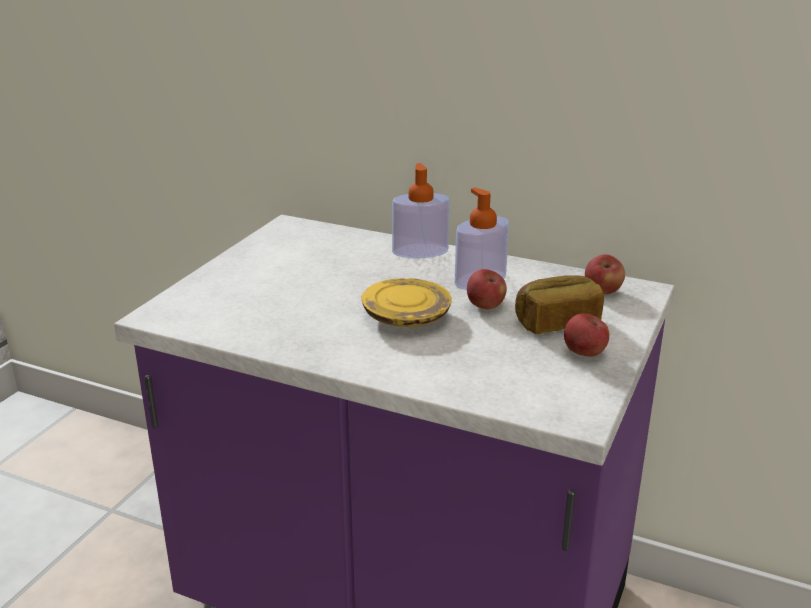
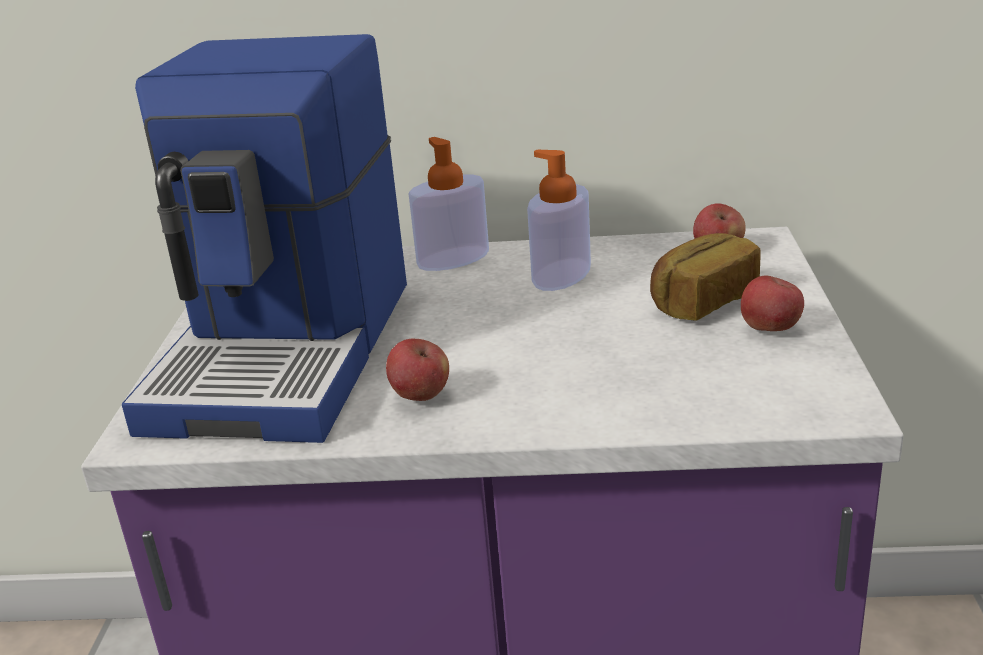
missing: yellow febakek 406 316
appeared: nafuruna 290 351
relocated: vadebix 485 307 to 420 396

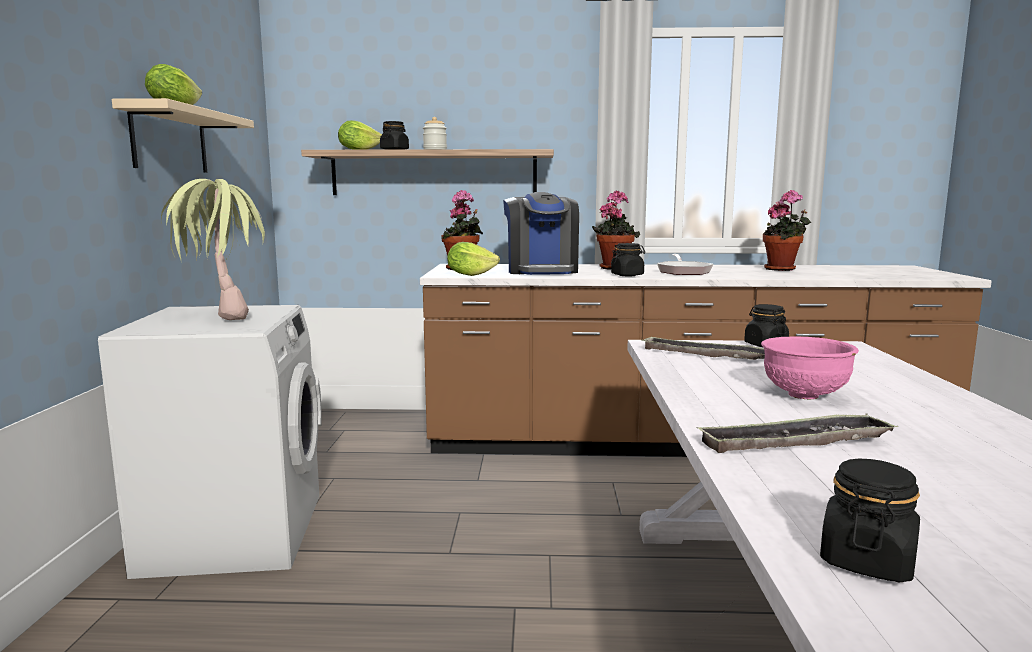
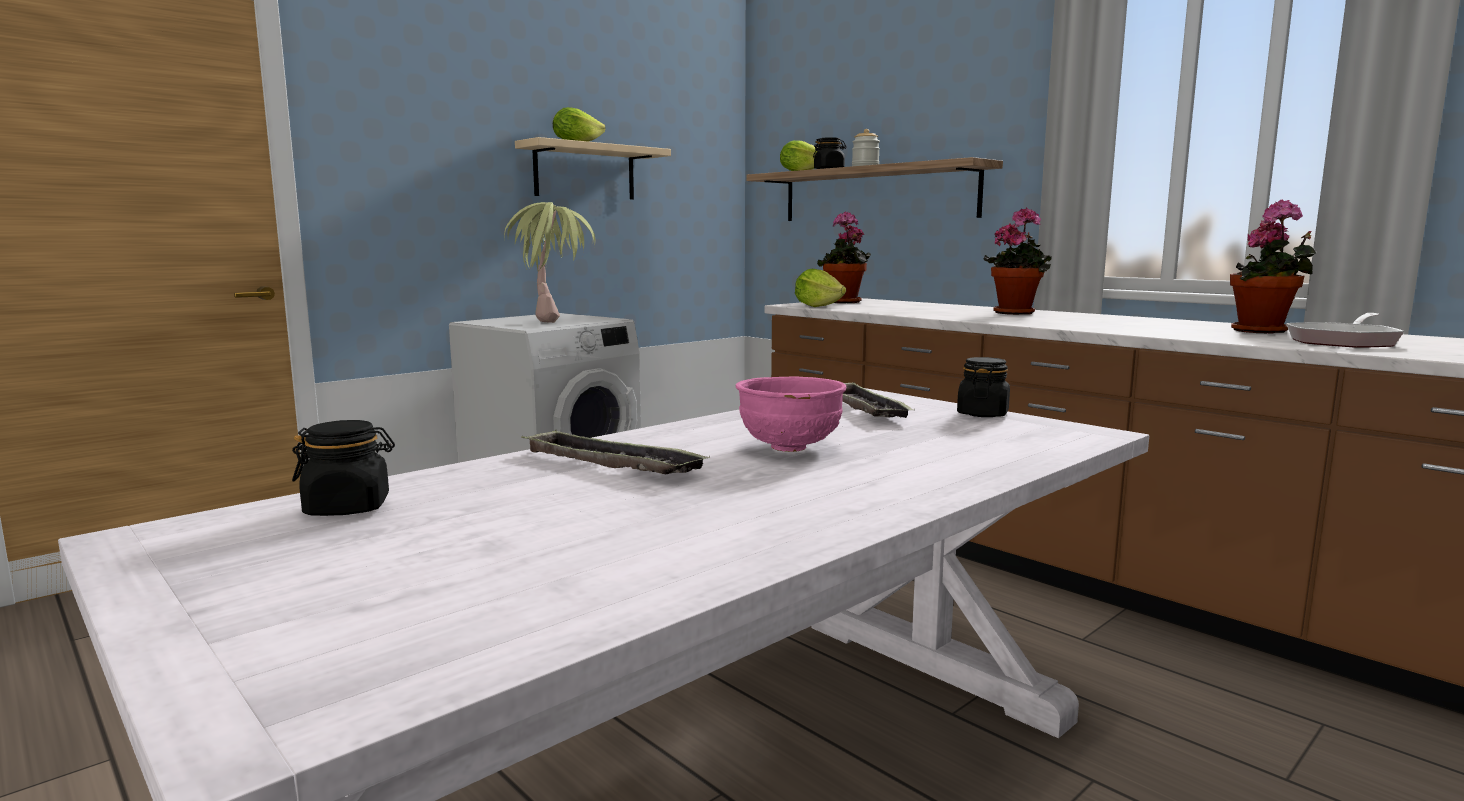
missing: nafuruna 541 271; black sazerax 627 275
relocated: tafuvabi 683 271 to 1343 341

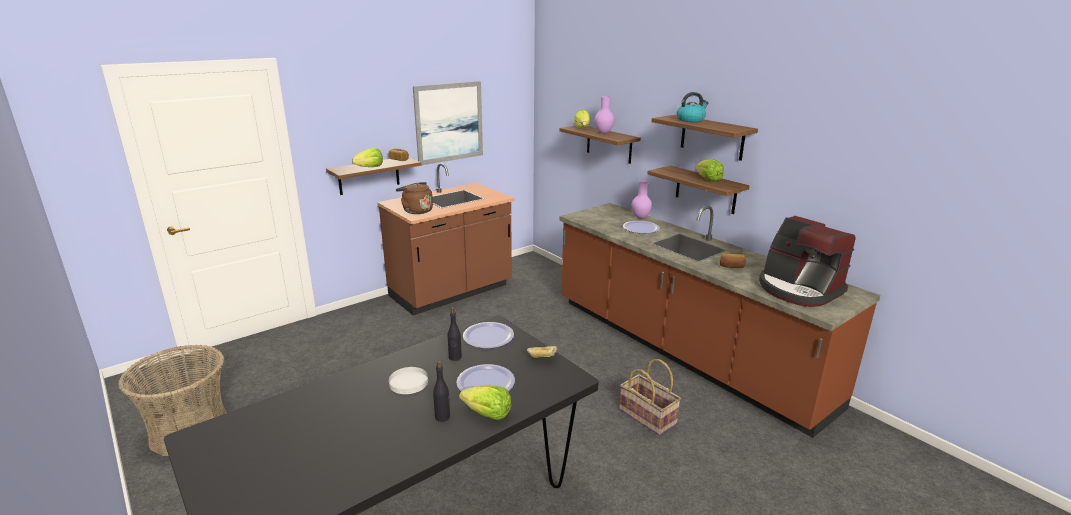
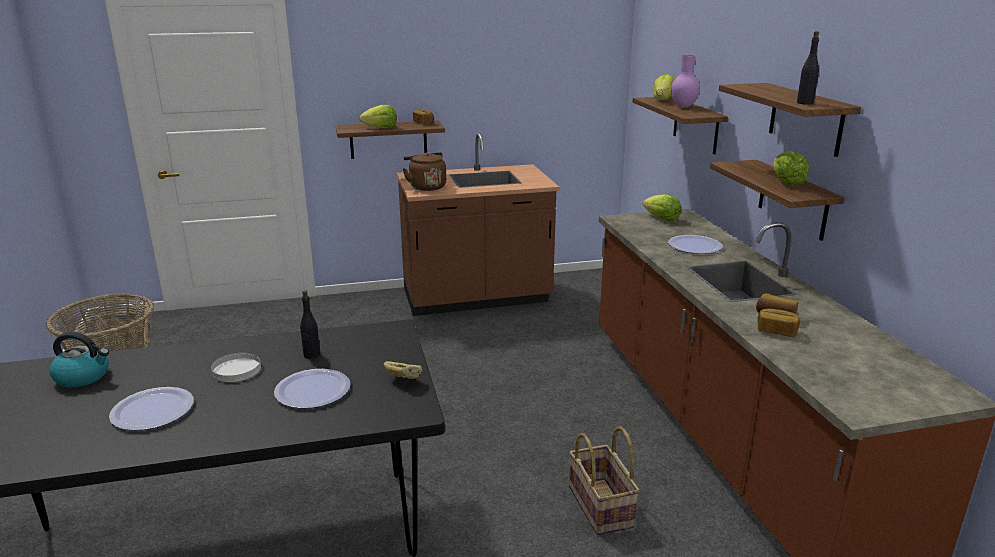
missing: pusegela 449 122; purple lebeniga 640 217; nafuruna 798 289
appeared: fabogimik 776 331
relocated: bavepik 690 120 to 83 377; febakek 488 336 to 153 410; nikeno 487 414 to 661 218; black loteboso 442 417 to 805 103

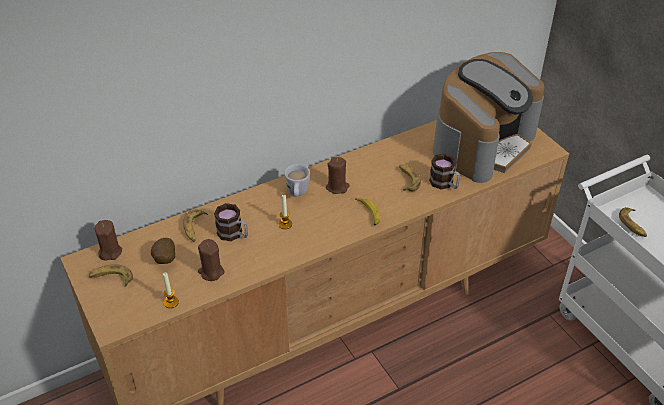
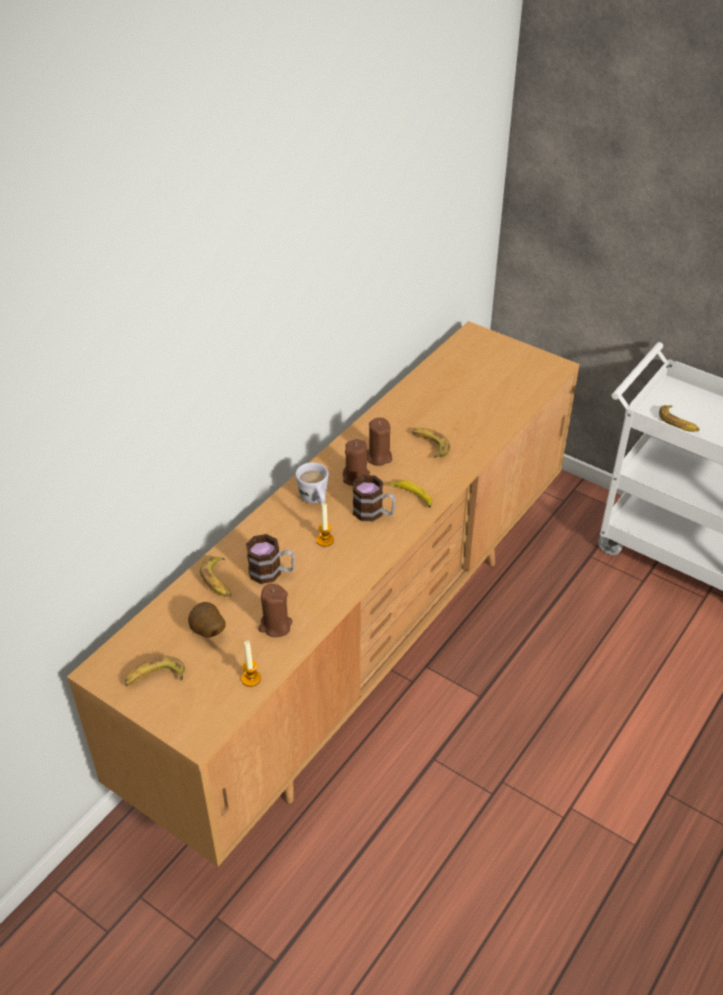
missing: nafuruna 482 143
relocated: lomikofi 444 184 to 374 513; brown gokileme 110 252 to 378 457

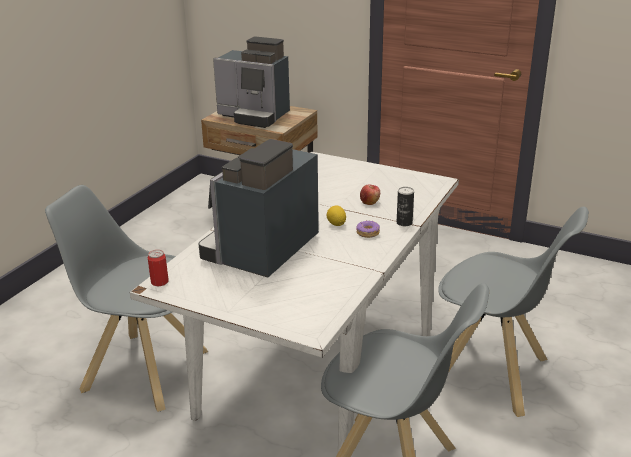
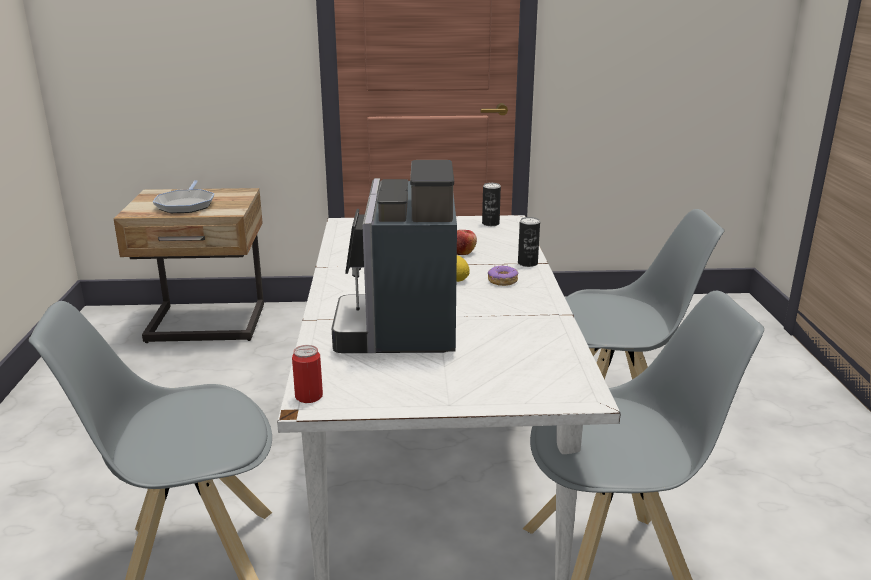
appeared: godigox 490 223
exchanged: nafuruna 254 116 to tafuvabi 186 204

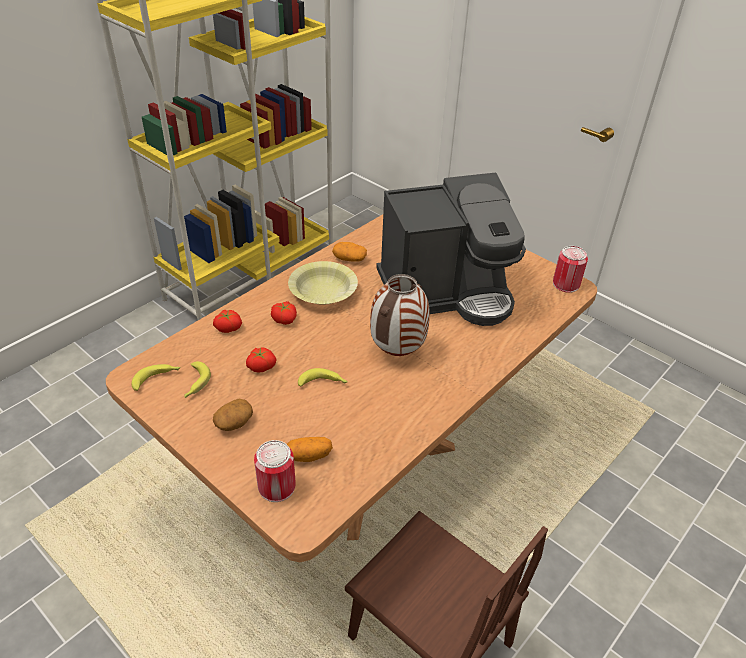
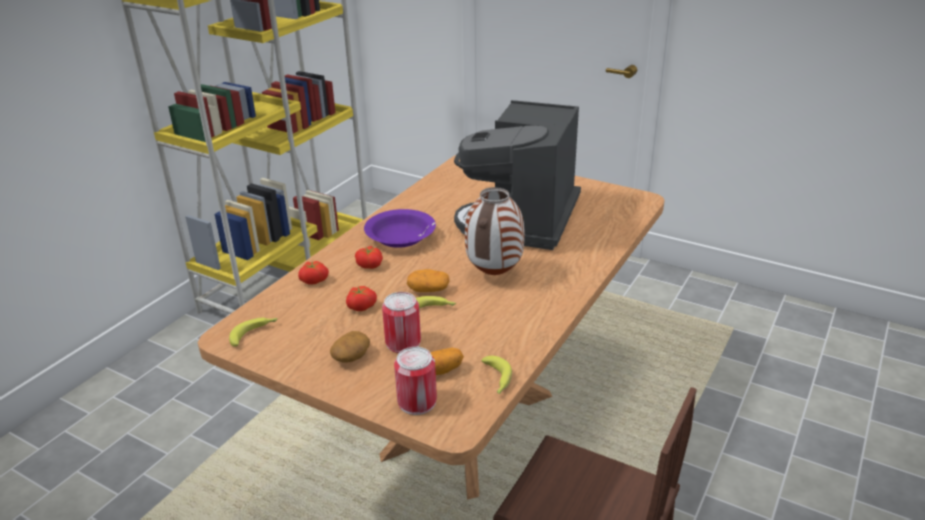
relocated: godigox 566 284 to 403 342; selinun 349 259 to 428 290; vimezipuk 195 384 to 496 380
colour: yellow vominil 323 292 to purple vominil 401 238
spun: nafuruna 447 292 = 523 220 135 degrees clockwise

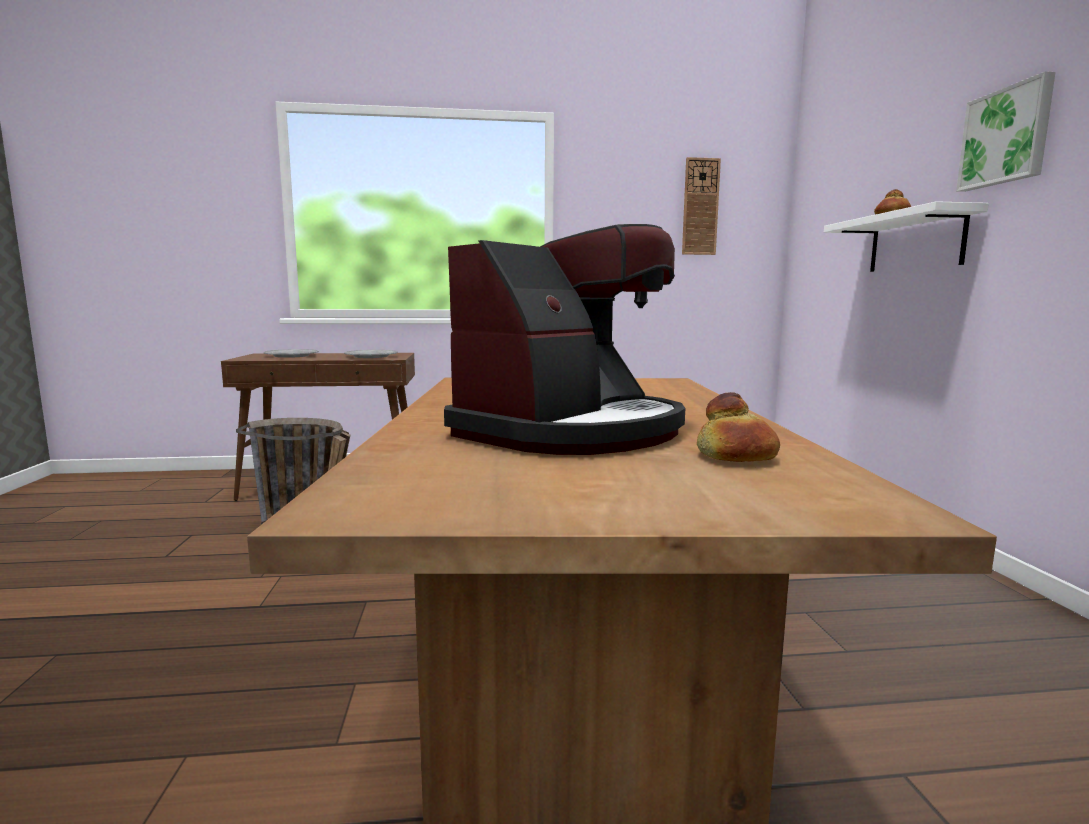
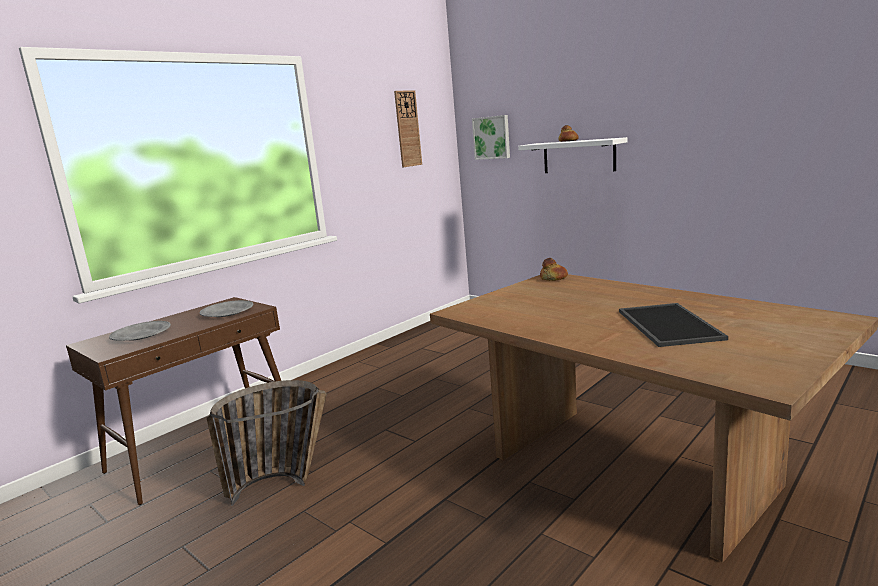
relocated: pusegela 1006 136 to 492 137; fabogimik 735 457 to 553 278
exchanged: nafuruna 571 431 to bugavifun 666 324

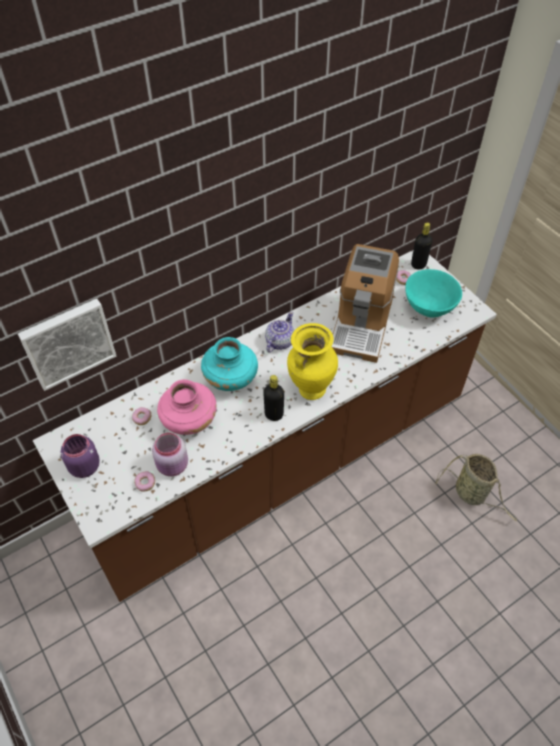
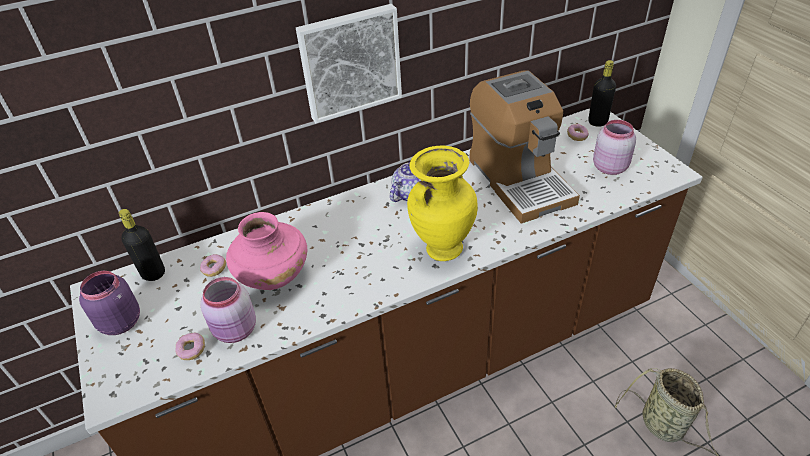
missing: turquoise lebeniga 231 379
relocated: black loteboso 274 414 to 153 273; pusegela 68 342 to 350 62
exchanged: turquoise vominil 428 308 to pink sazerax 609 167
spun: nafuruna 361 324 = 519 180 45 degrees counterclockwise

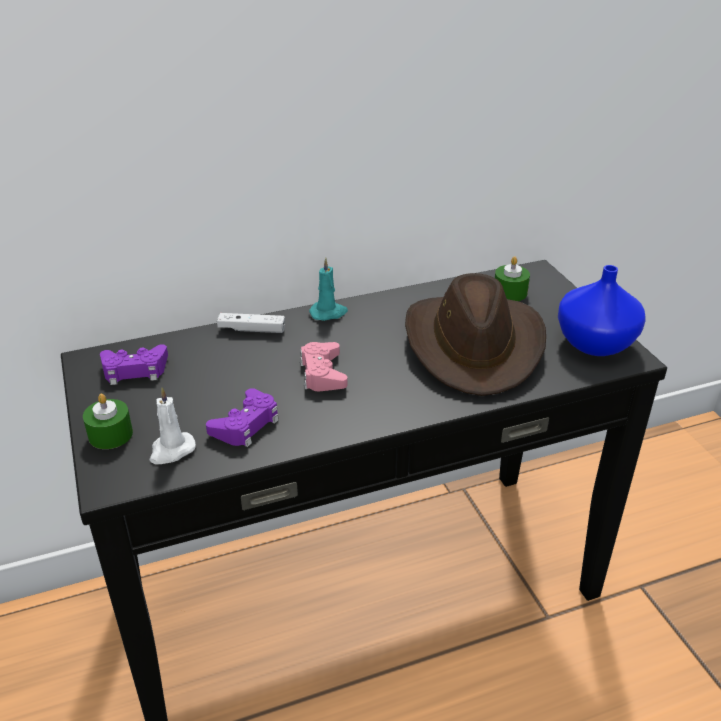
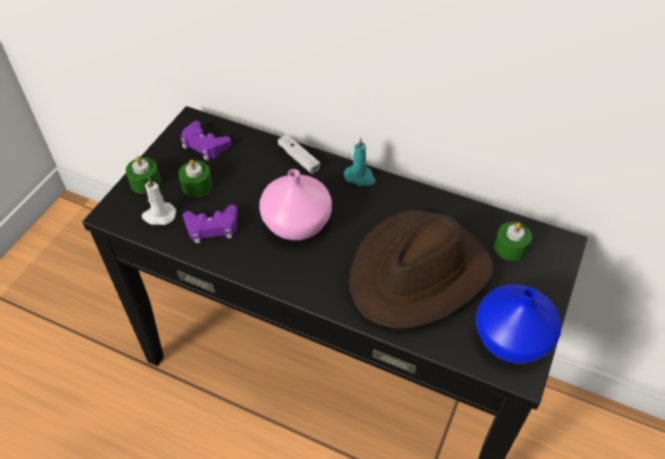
appeared: green gokileme 197 185
exchanged: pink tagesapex 322 373 to pink lebeniga 296 222

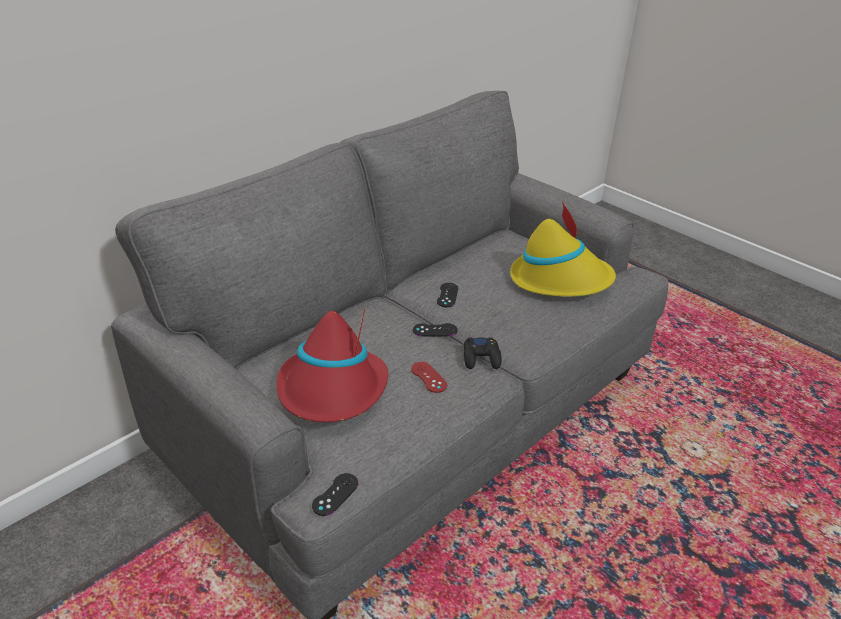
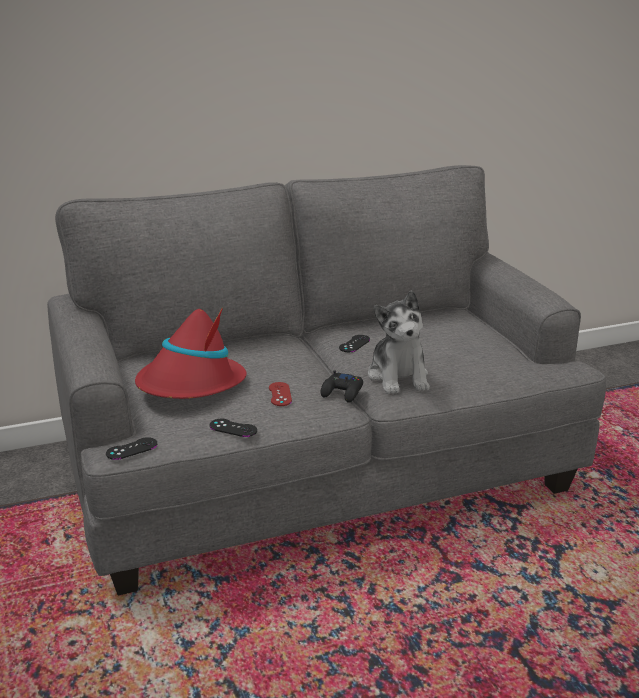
missing: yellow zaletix 560 279
appeared: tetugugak 398 376
relocated: black tagesapex 435 330 to 233 428

